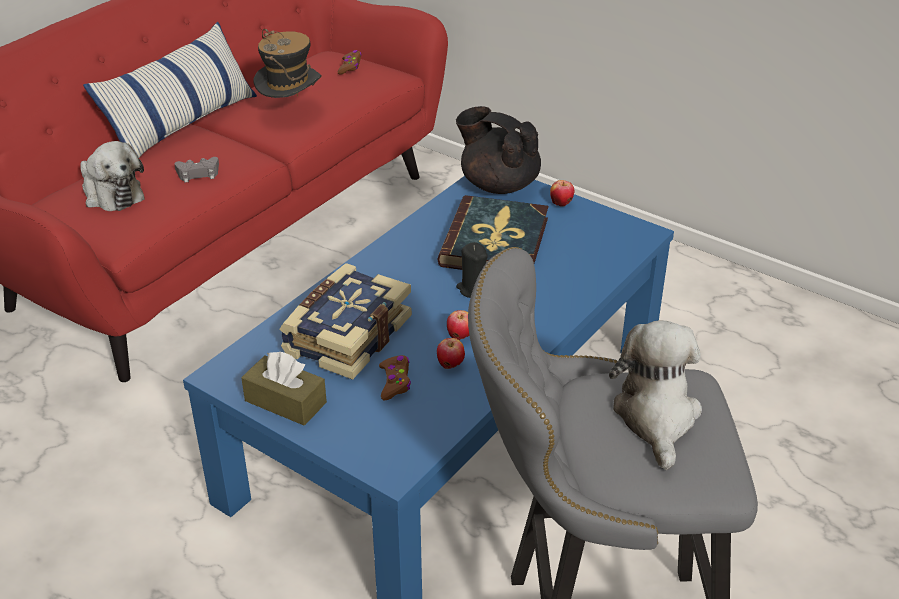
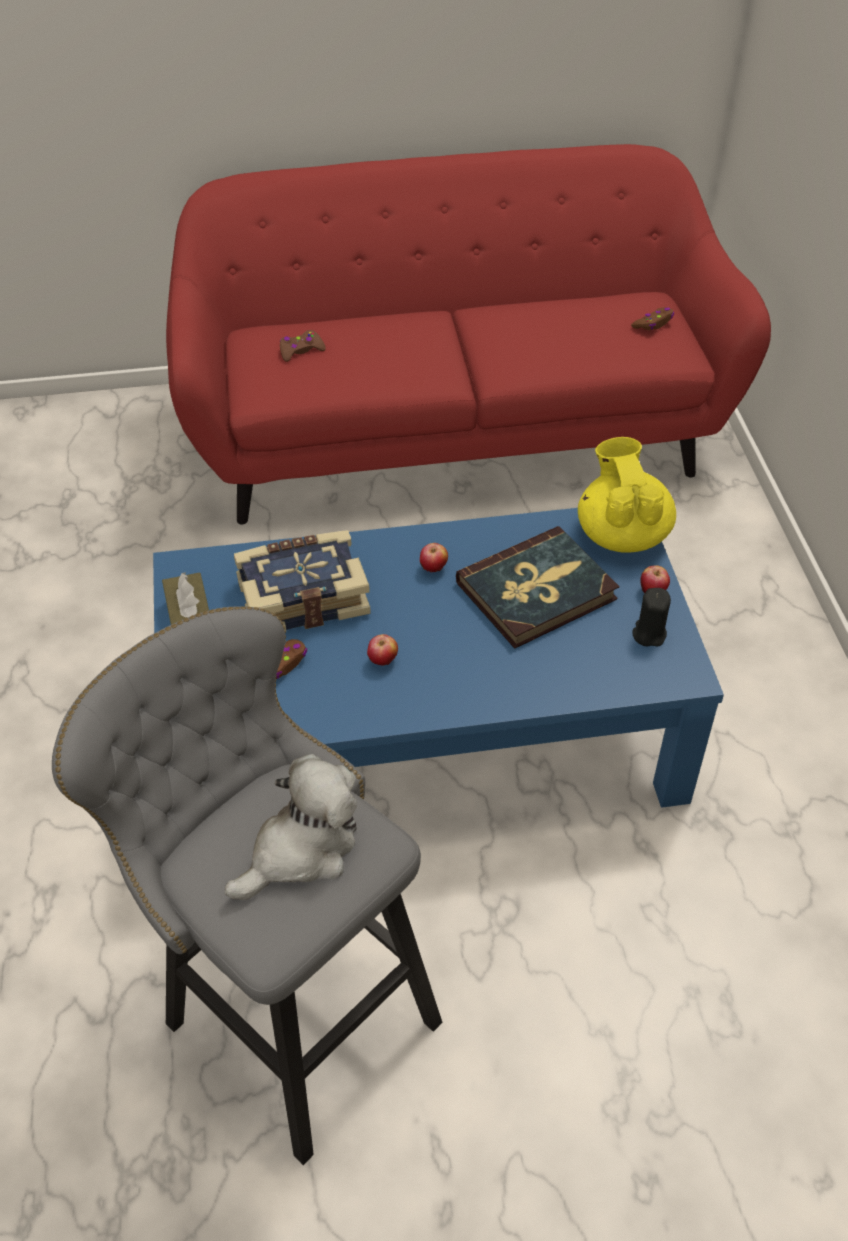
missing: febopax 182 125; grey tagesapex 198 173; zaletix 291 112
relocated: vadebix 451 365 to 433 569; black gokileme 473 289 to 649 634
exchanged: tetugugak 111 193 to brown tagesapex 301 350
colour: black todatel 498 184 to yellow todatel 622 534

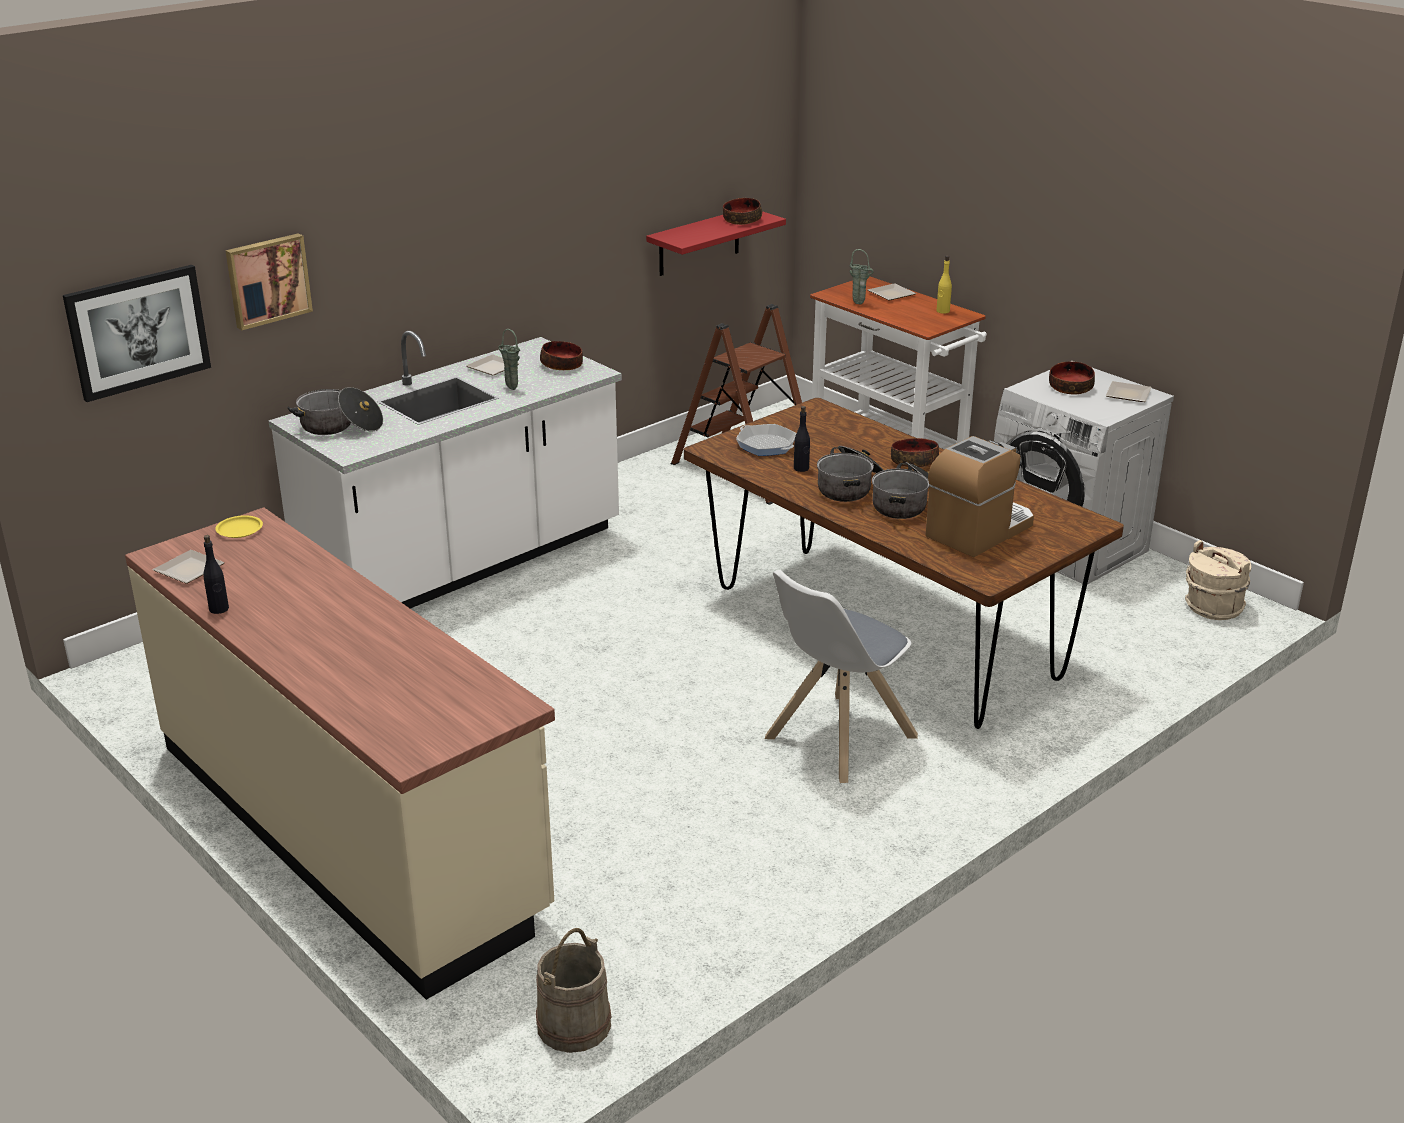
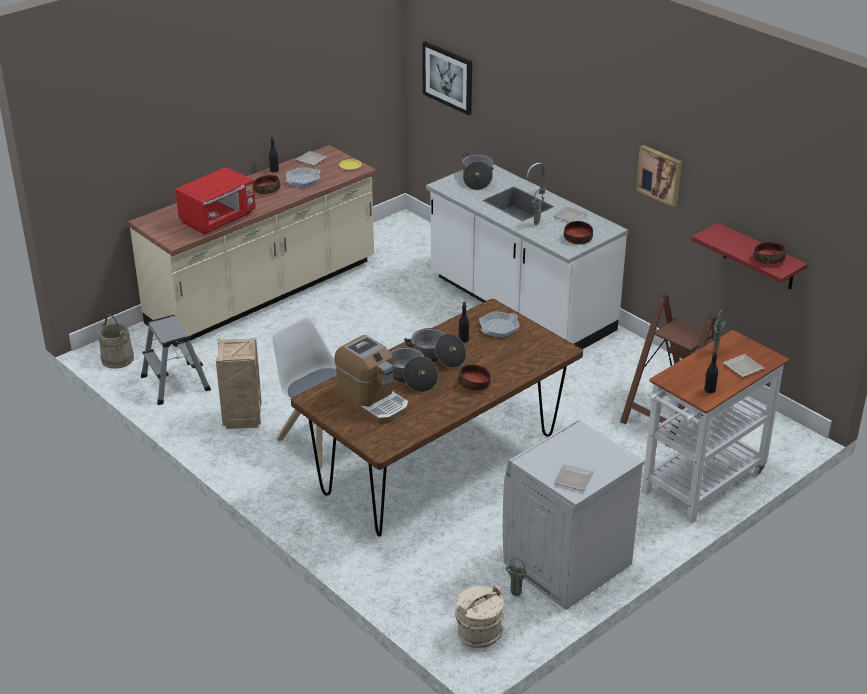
appeared: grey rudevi 175 383; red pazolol 219 219; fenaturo 243 419; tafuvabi 303 180; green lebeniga 514 595
relocated: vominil 1070 387 to 267 190; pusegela 267 280 to 660 175
colour: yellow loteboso 942 311 to black loteboso 709 390

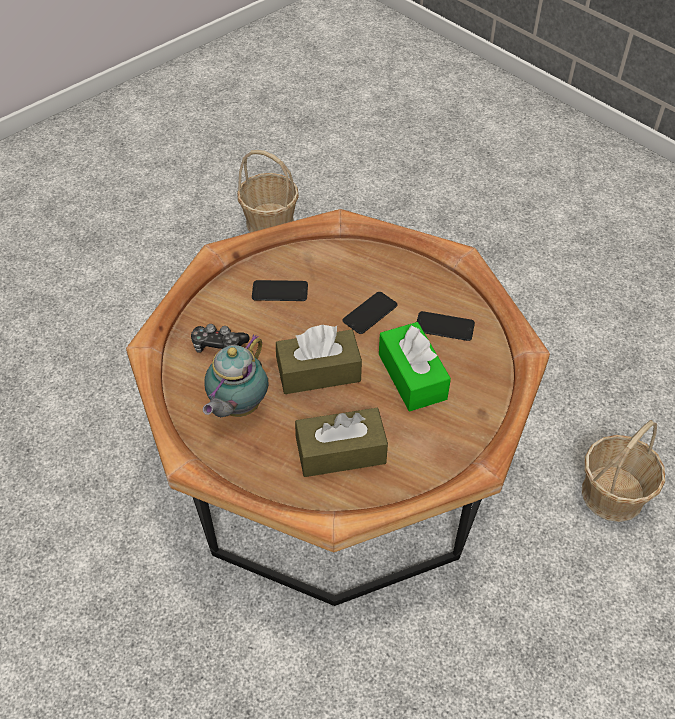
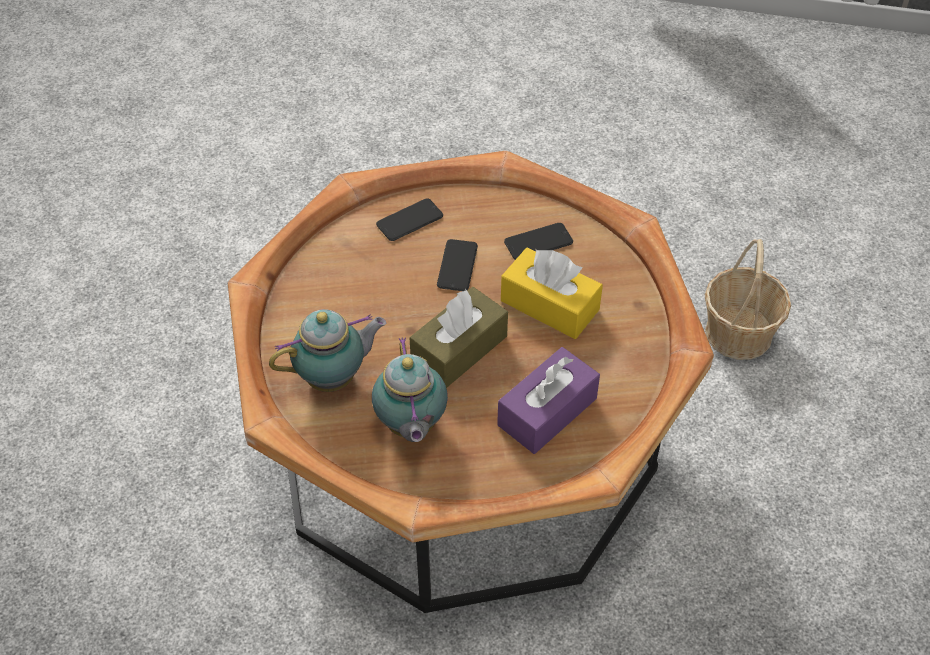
missing: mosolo 270 222
relocated: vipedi 280 291 to 409 220
exchanged: tagesapex 218 346 to todatel 334 378
colour: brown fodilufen 341 452 to purple fodilufen 547 412; green fodilufen 412 376 to yellow fodilufen 549 305

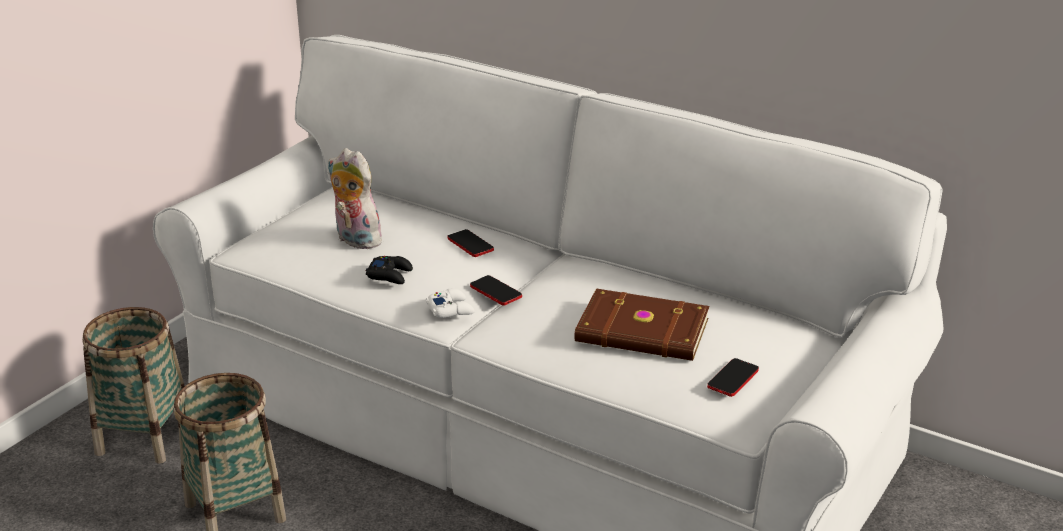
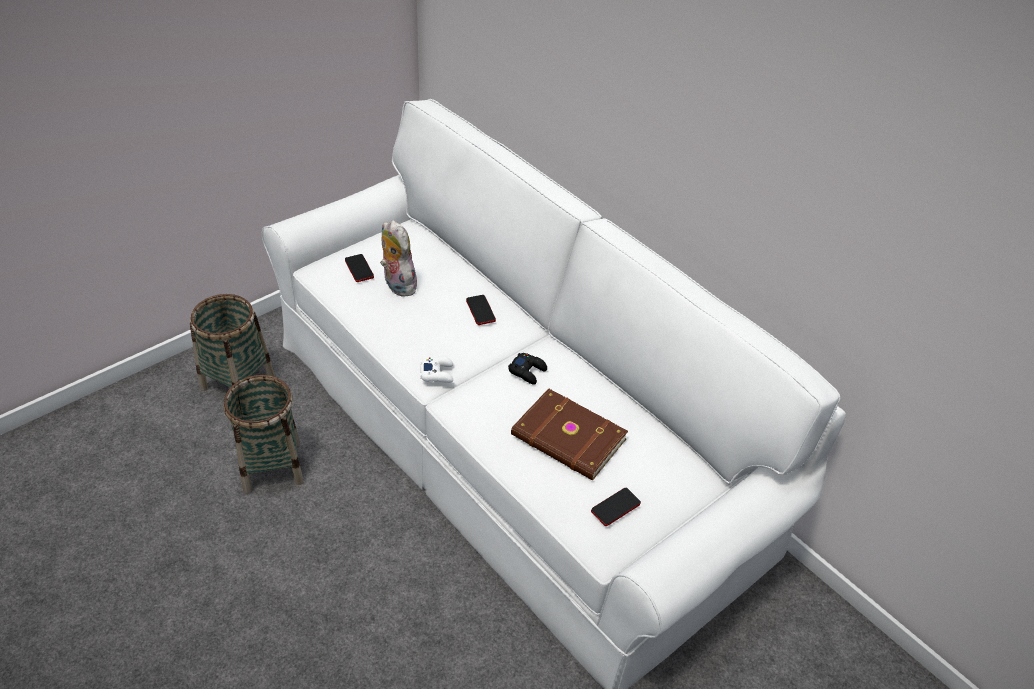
relocated: vipedi 495 291 to 359 269; black tagesapex 390 275 to 527 371

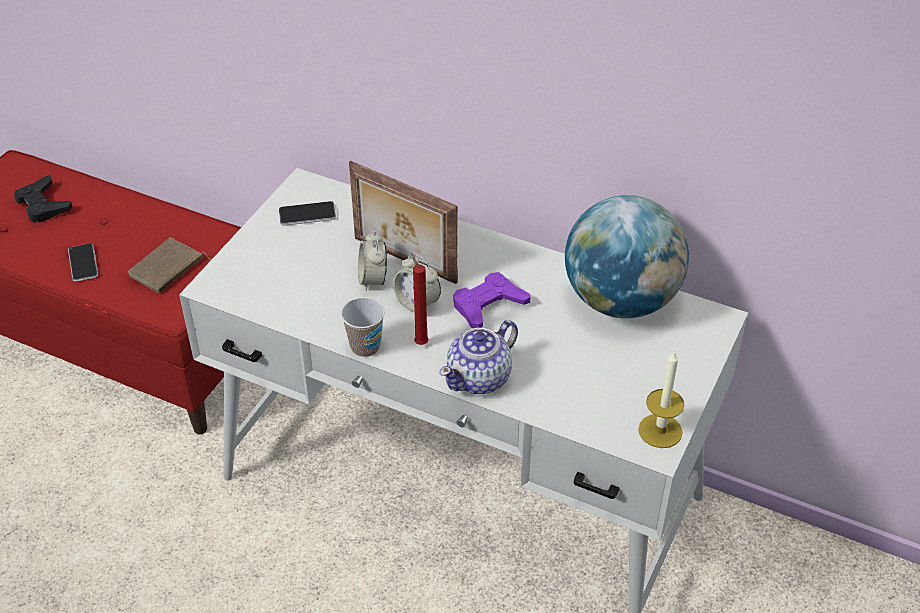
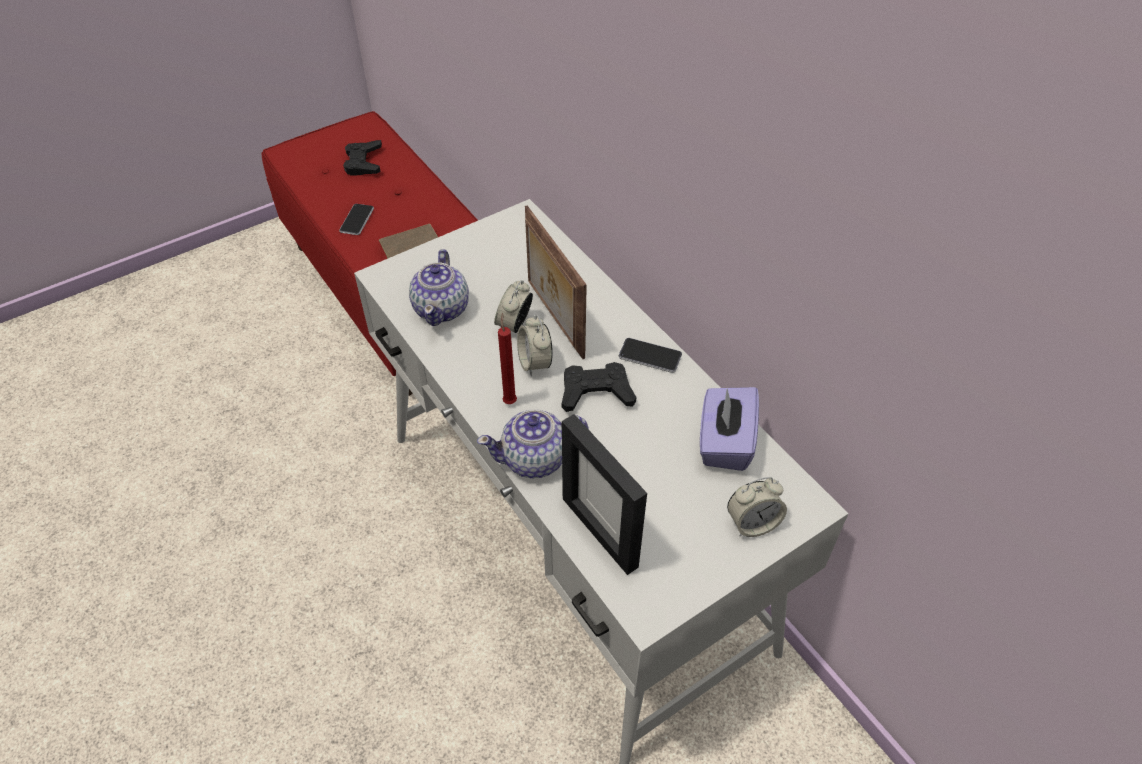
missing: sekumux 365 346; gokileme 660 431
appeared: todatel 442 308; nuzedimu 601 531; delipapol 752 523
relocated: vipedi 307 214 to 650 356
exchanged: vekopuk 621 301 to purple fodilufen 724 443
colour: purple tagesapex 488 305 to black tagesapex 596 392

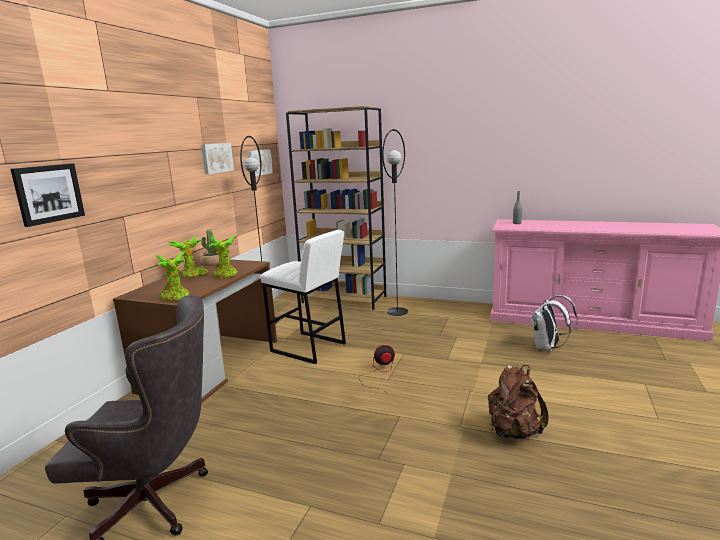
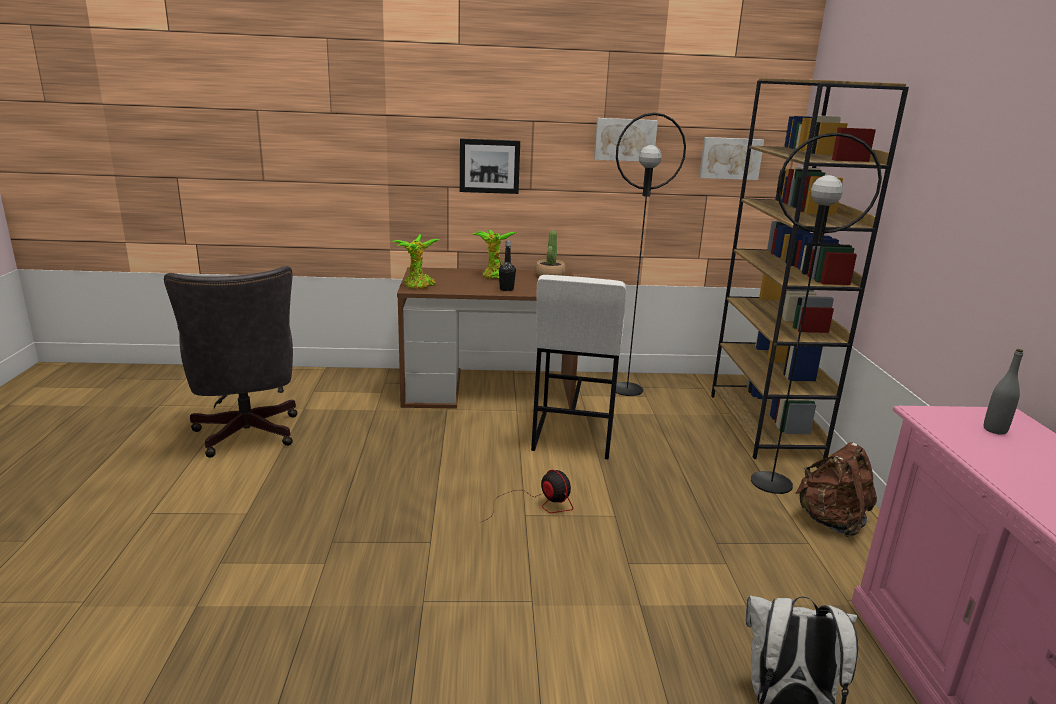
relocated: pusegela 48 193 to 489 166; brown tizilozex 513 432 to 831 521
exchanged: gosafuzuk 226 275 to black loteboso 506 289

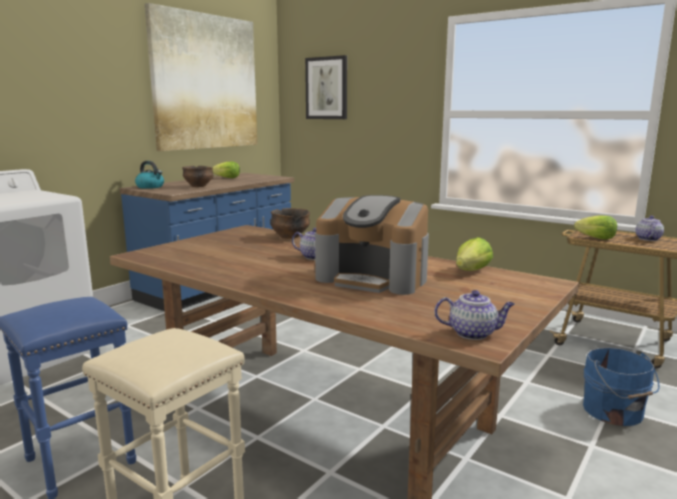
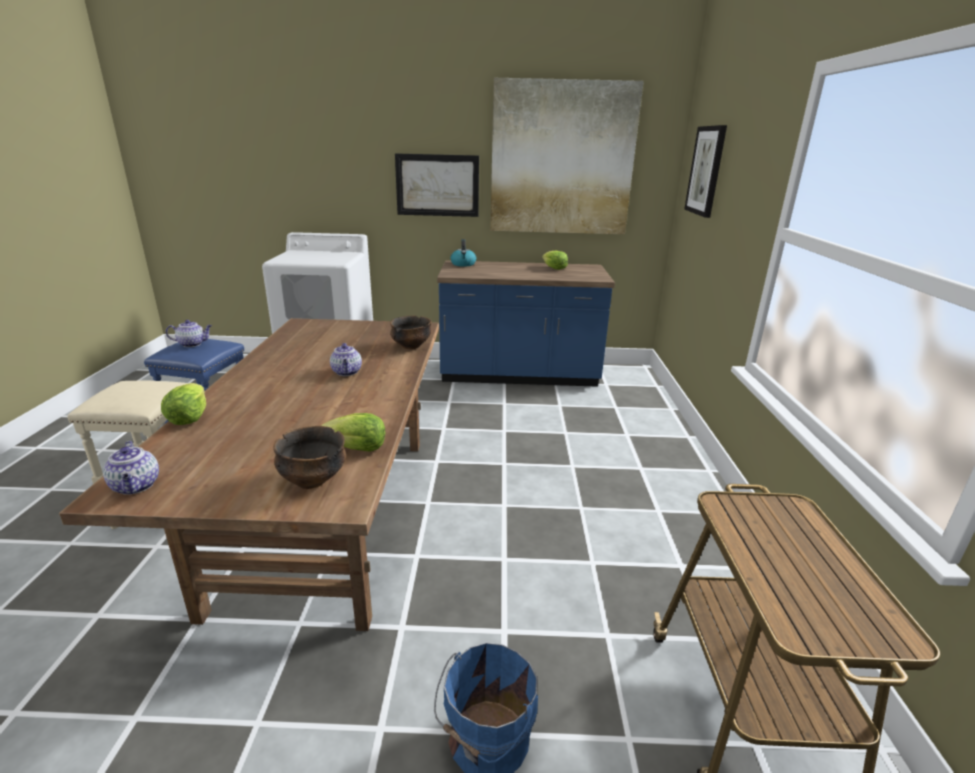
missing: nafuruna 373 278
appeared: pusegela 437 185
relocated: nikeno 596 238 to 189 418; todatel 647 239 to 193 344; vominil 198 186 to 313 480

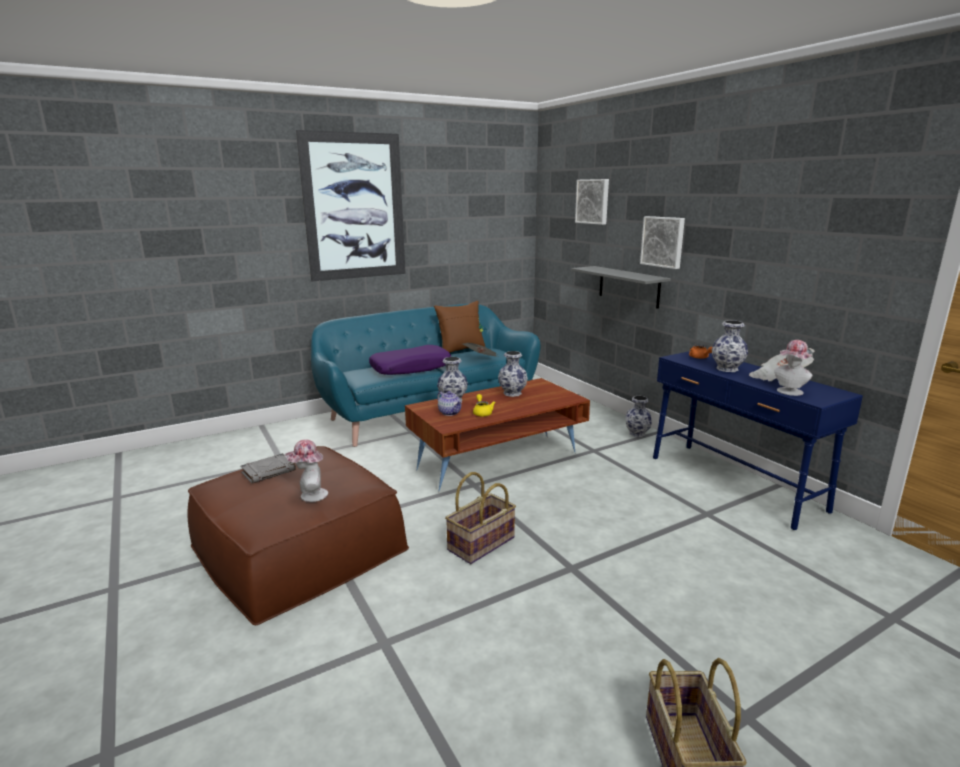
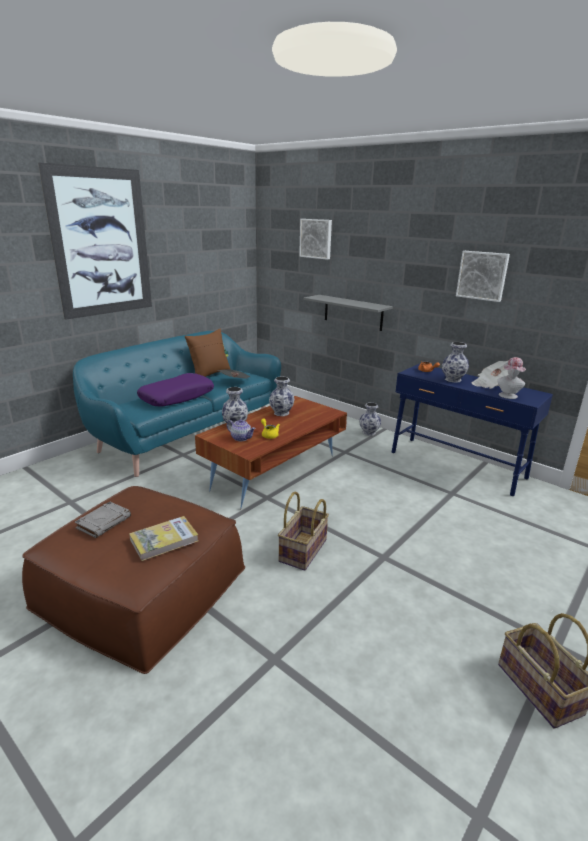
relocated: pusegela 663 241 to 482 275
exchanged: zaletix 310 495 to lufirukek 164 540

